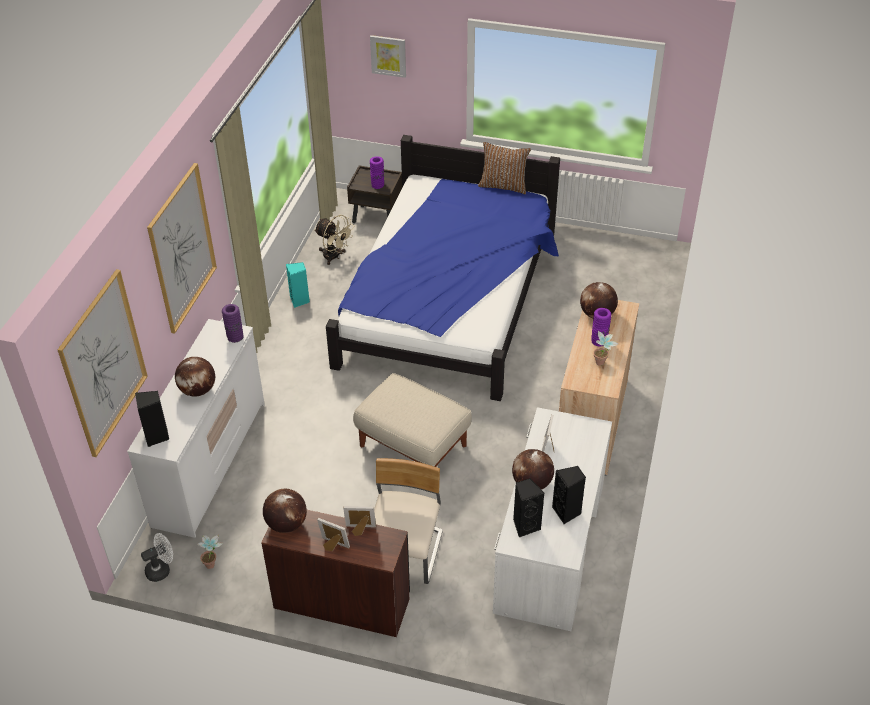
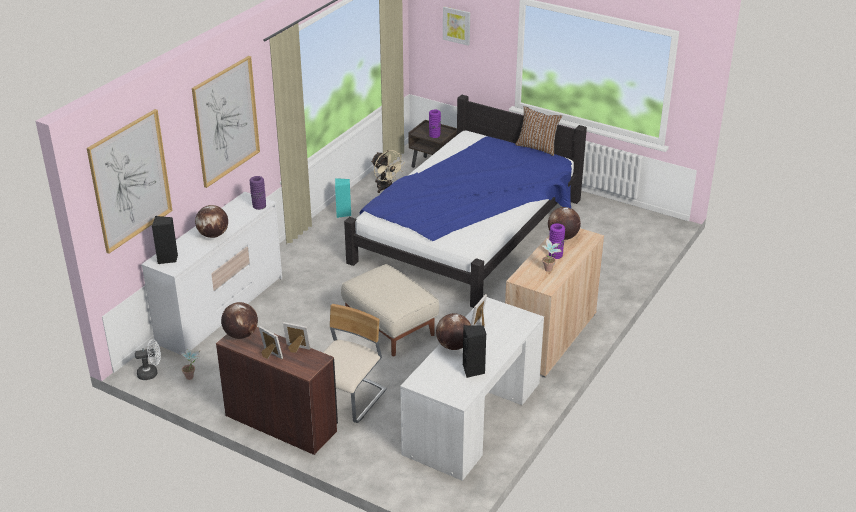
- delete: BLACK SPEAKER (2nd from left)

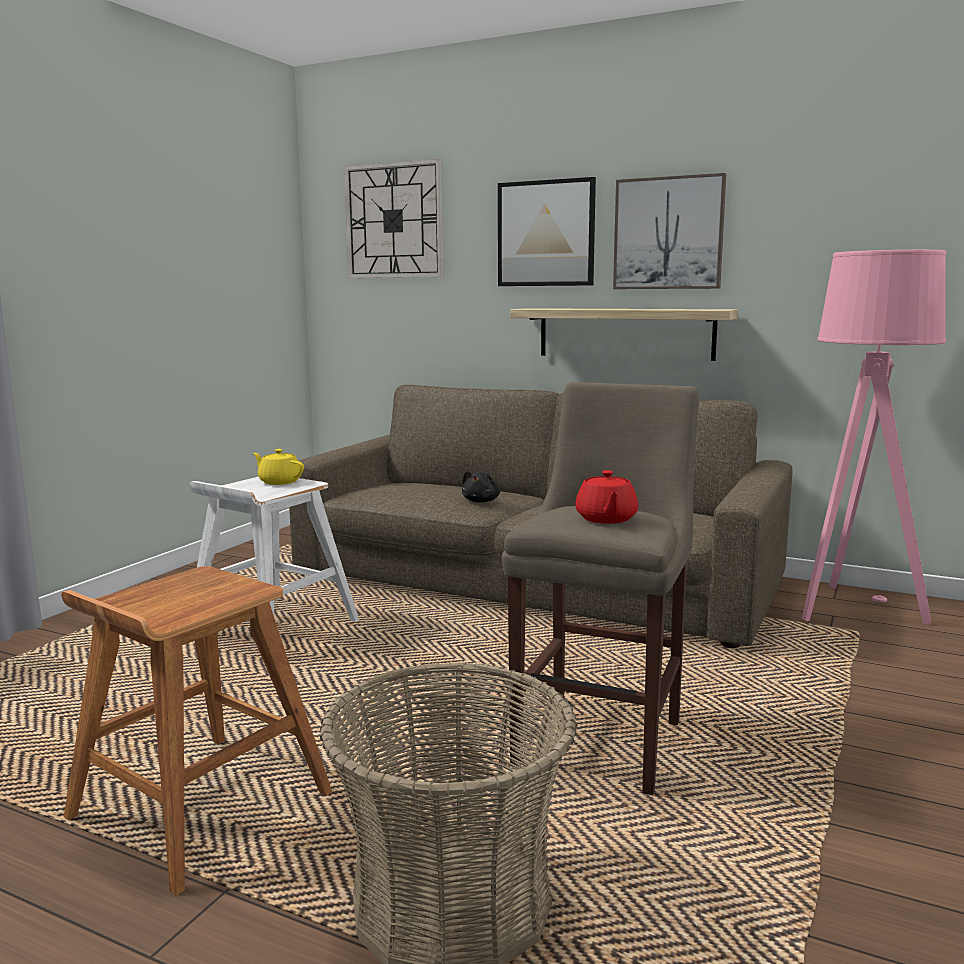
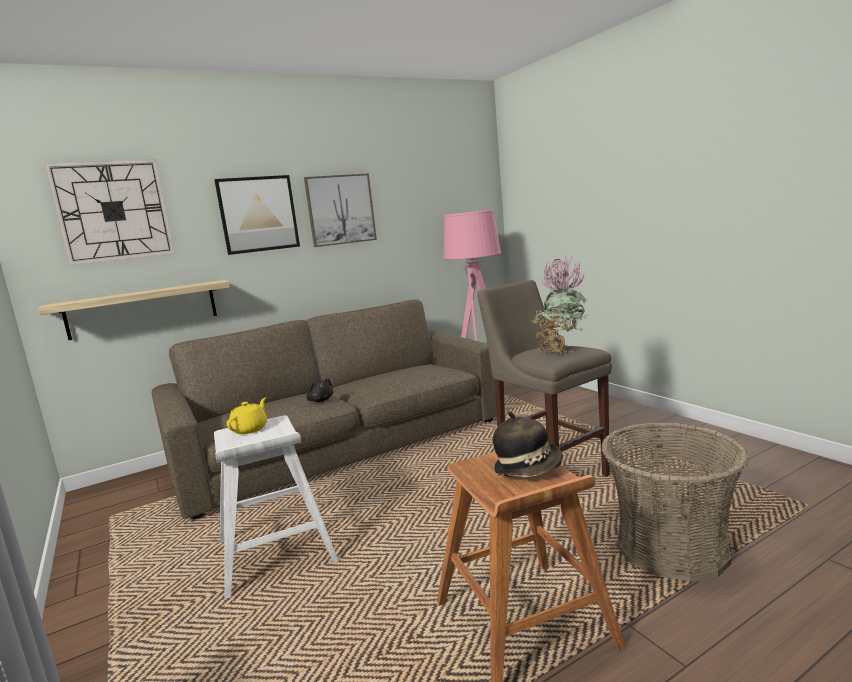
- insert: HAT
- move: SHELF
- replace: RED TEAPOT to POTTED PLANT
- rotate: YELLOW TEAPOT 135 degrees clockwise

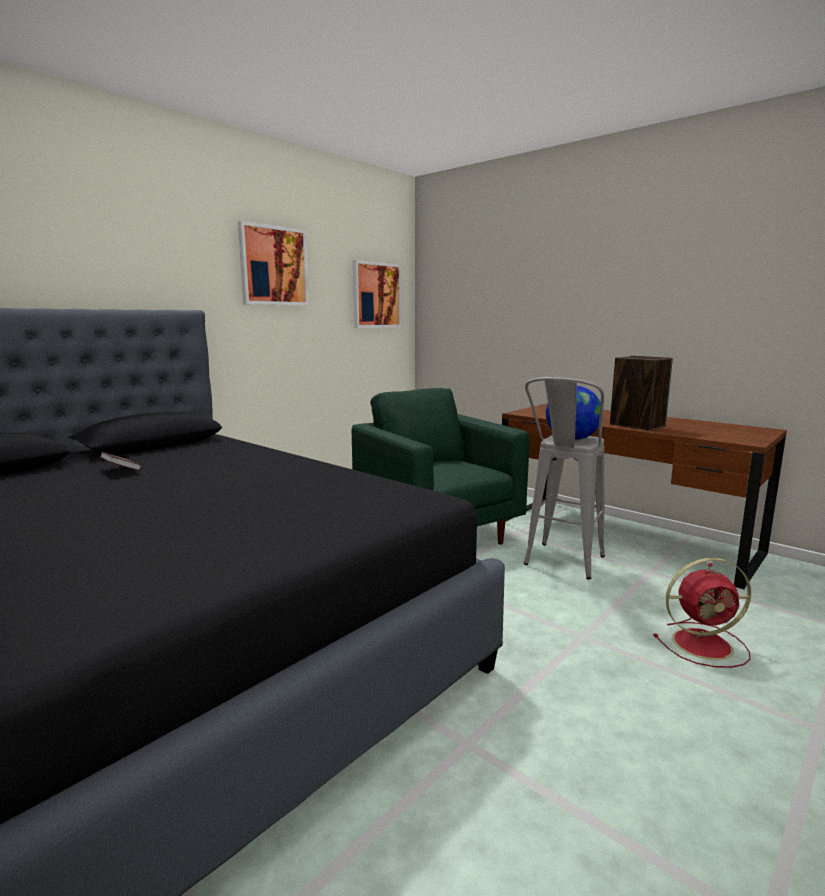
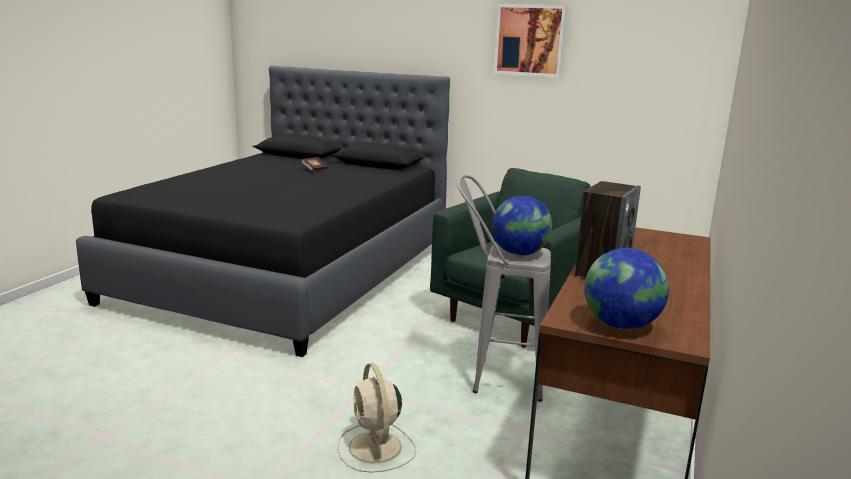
- delete: PICTURE (2nd from left)
- insert: GLOBE (2nd from left)
- recolor: RED FAN to BEIGE FAN

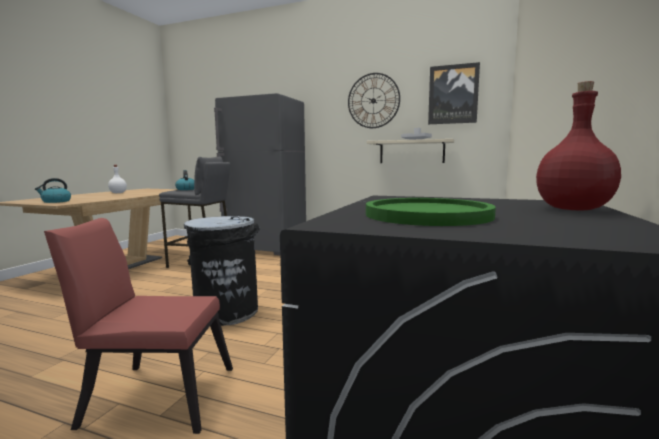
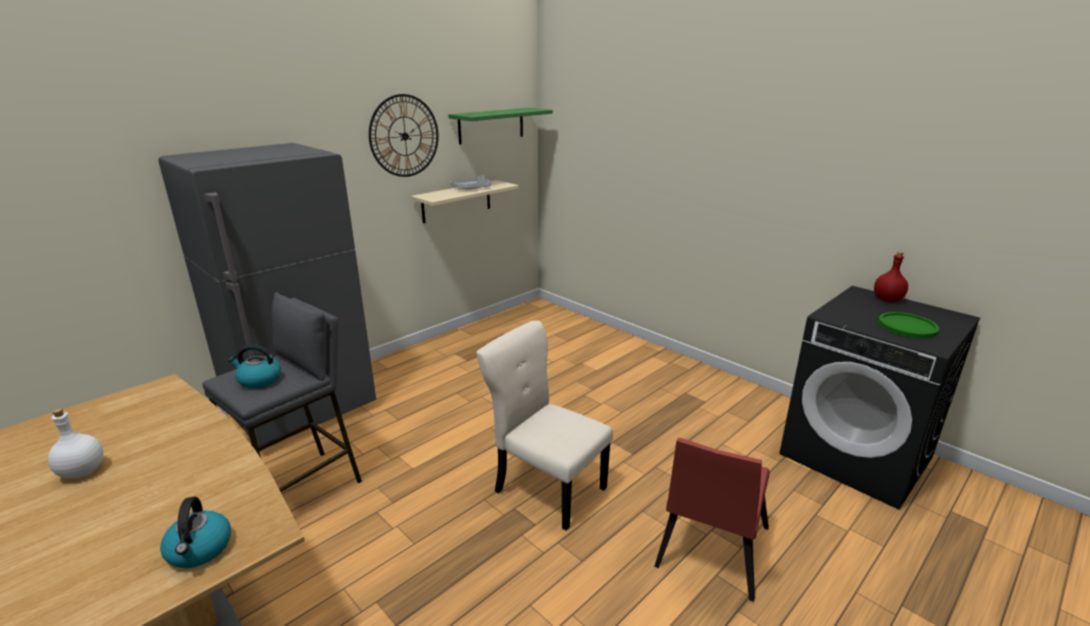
- replace: BLACK TRASH CAN to BEIGE CHAIR
- replace: PICTURE to GREEN SHELF

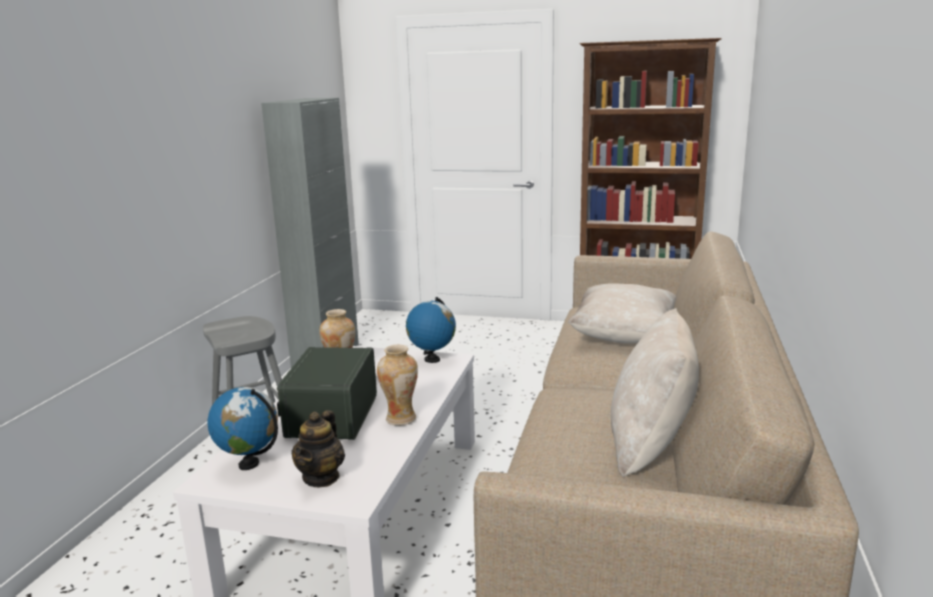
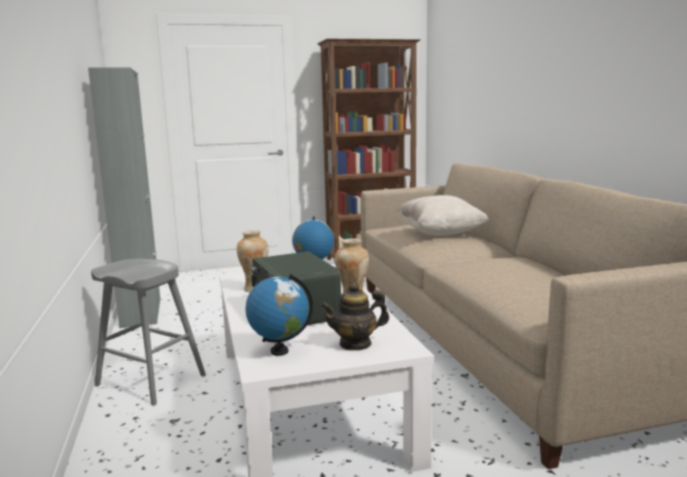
- delete: BEIGE PILLOW (2nd from left)
- rotate: TEAPOT 90 degrees clockwise

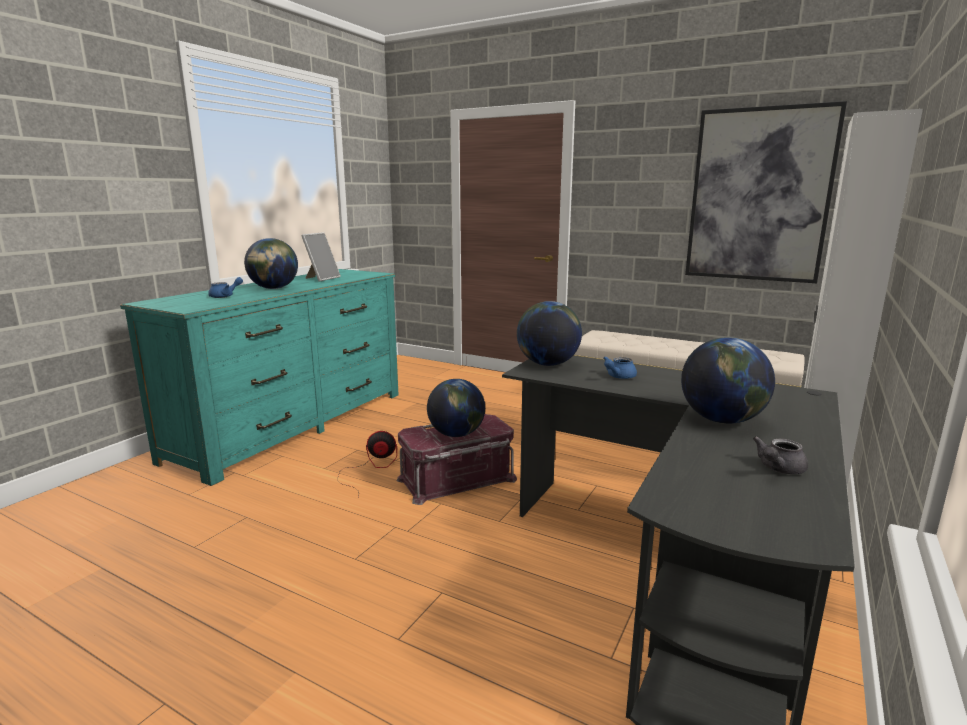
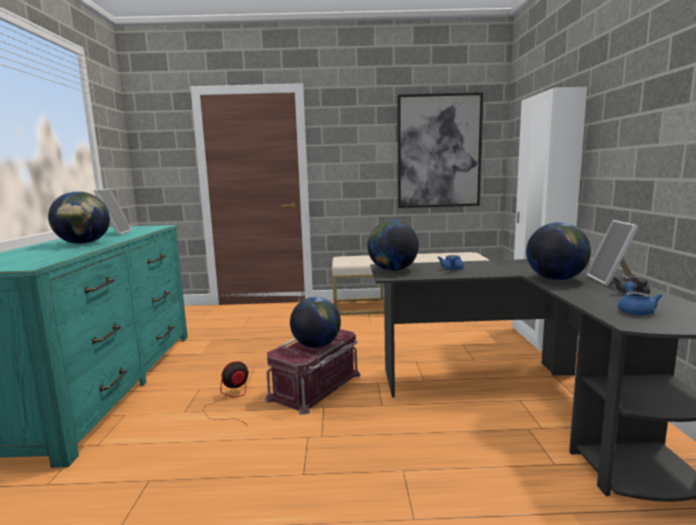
- insert: PICTURE FRAME (2nd from left)
- move: BLUE TEAPOT (1st from left in the first image) to BLUE TEAPOT (2nd from left)

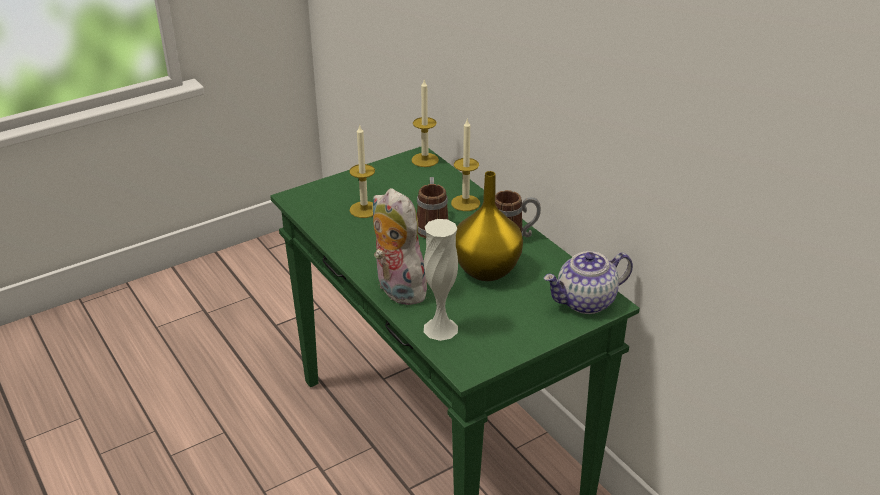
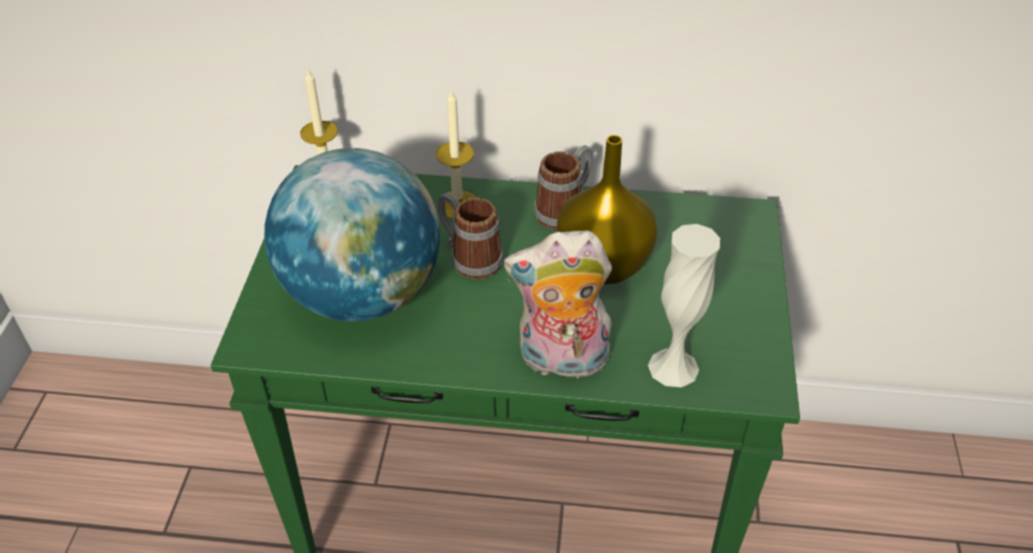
- delete: TEAPOT
- replace: CANDLE (1st from left) to GLOBE

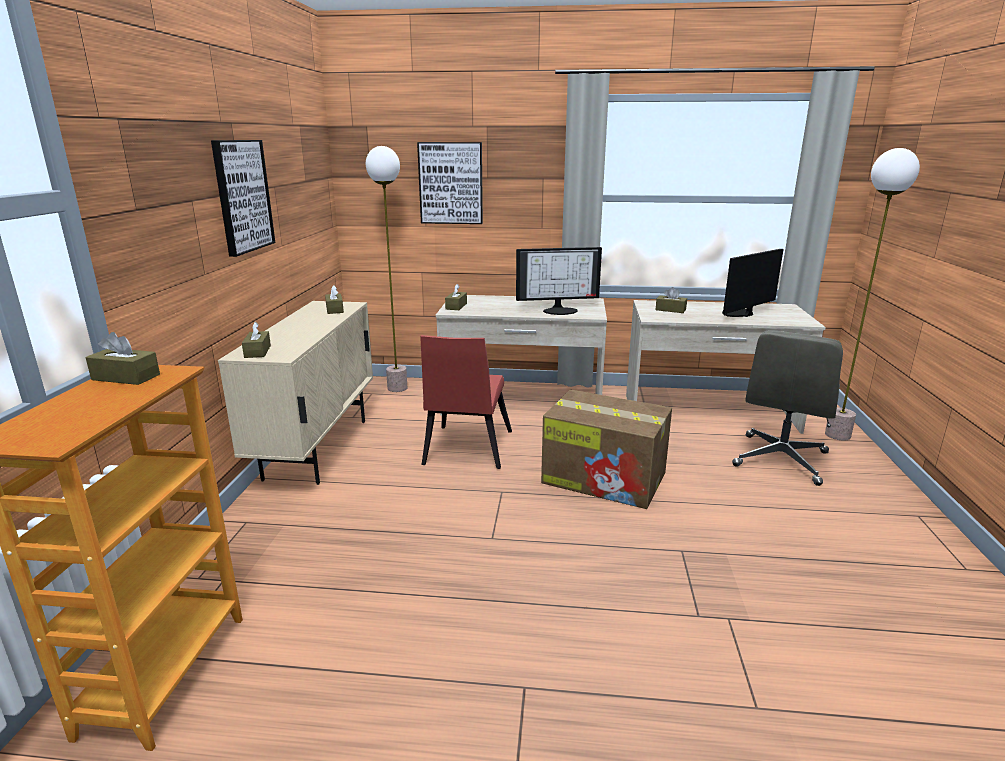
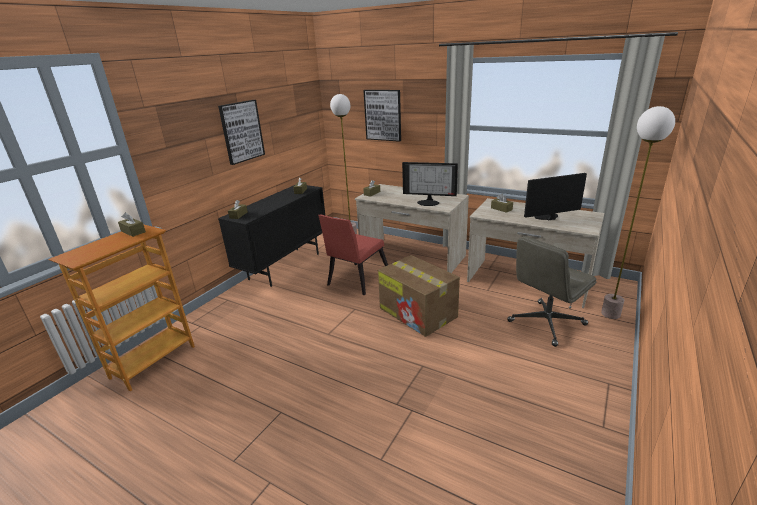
- recolor: BEIGE CABINET to BLACK CABINET

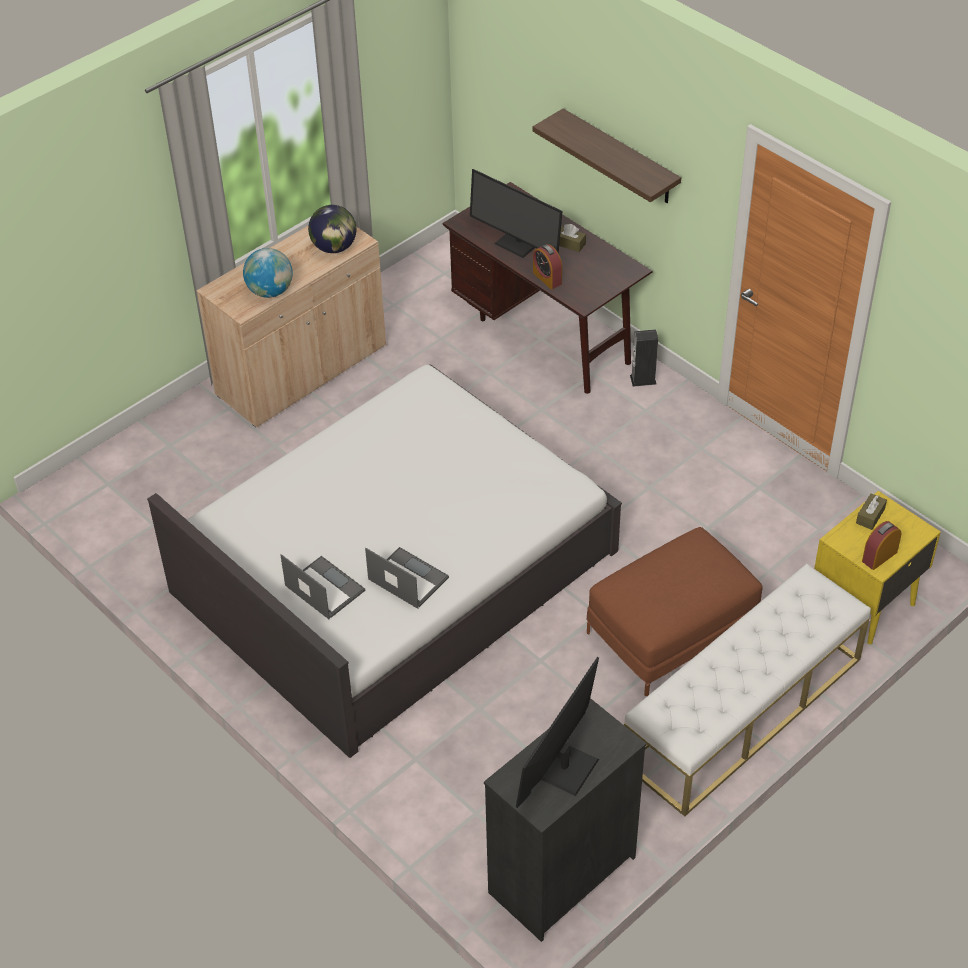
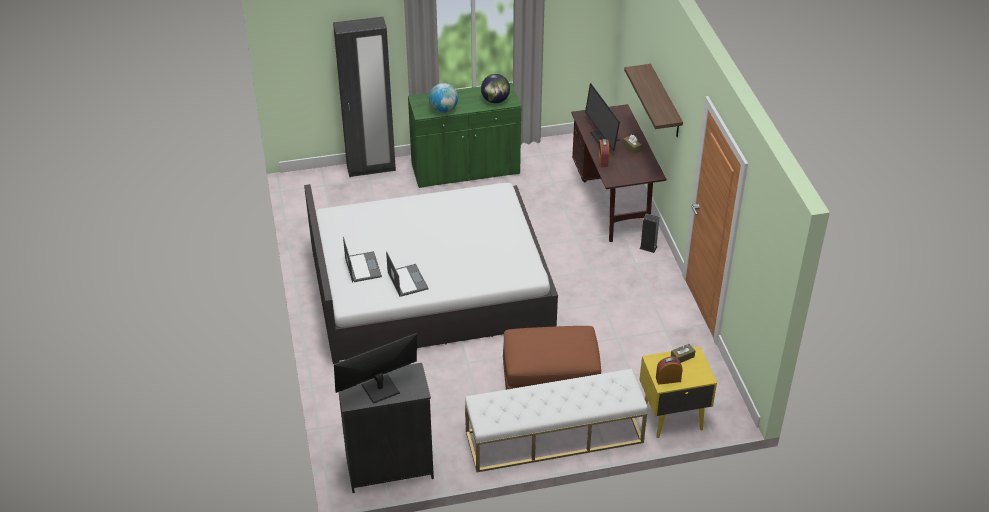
- insert: BLACK WARDROBE
- recolor: BEIGE CABINET to GREEN CABINET

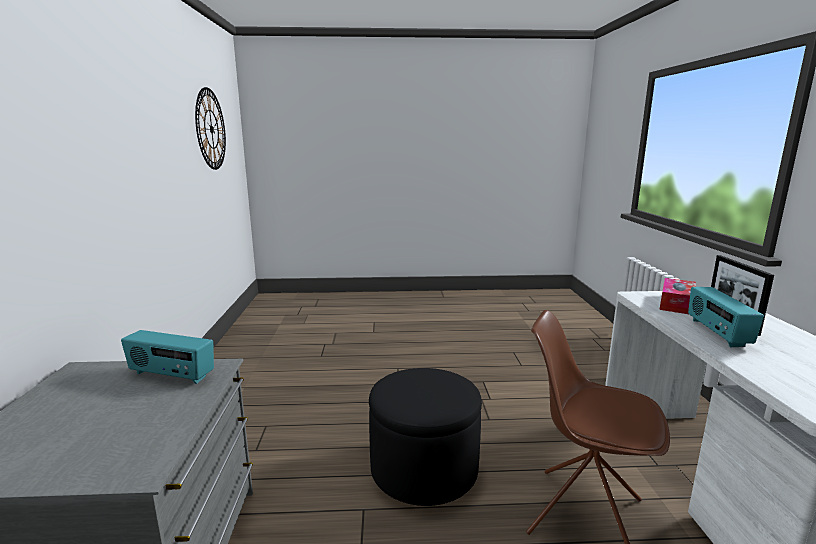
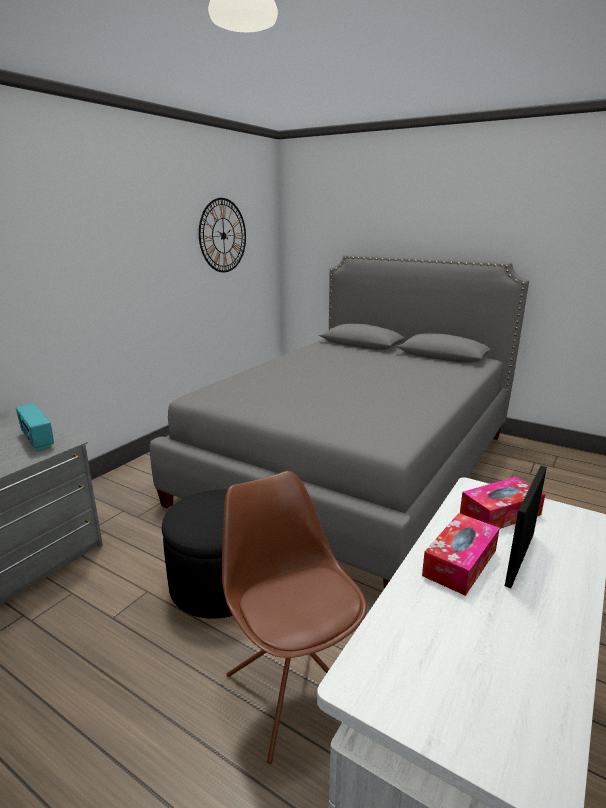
- insert: GREY BED
- replace: RADIO (2nd from left) to TISSUE BOX (1st from left)

